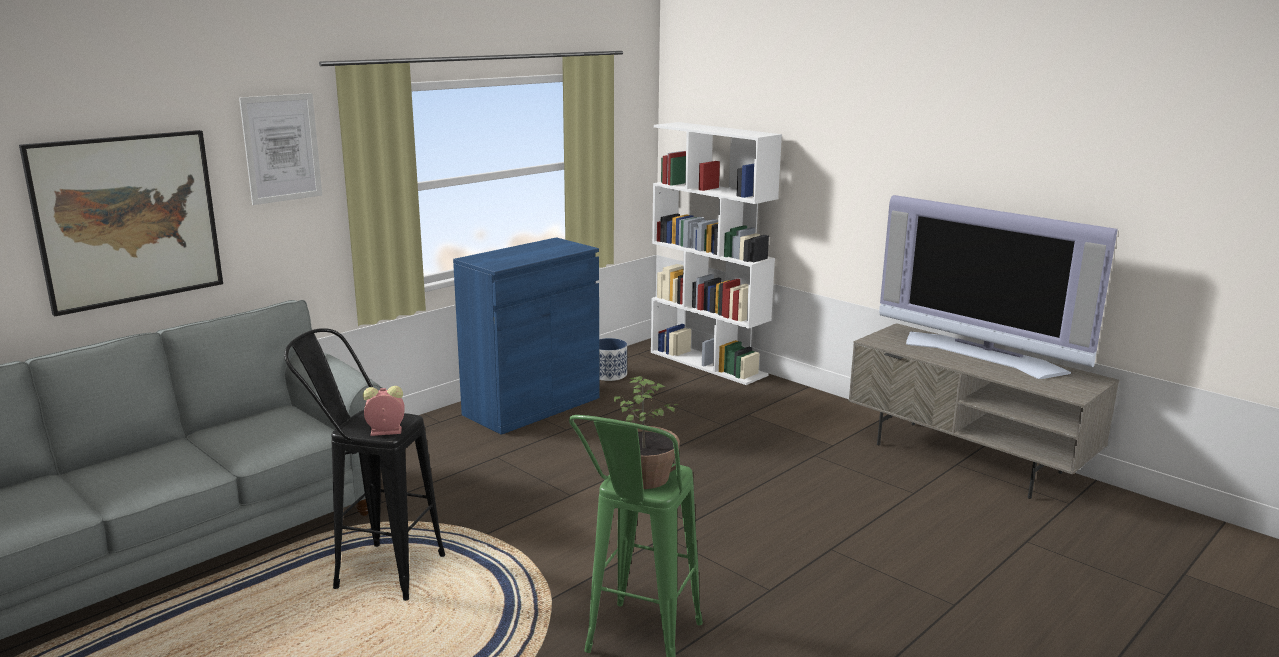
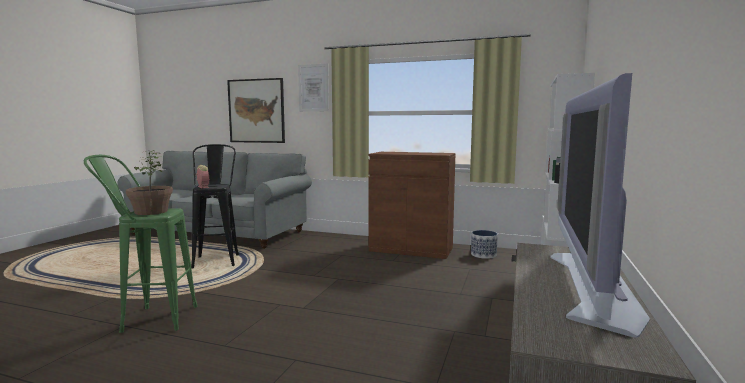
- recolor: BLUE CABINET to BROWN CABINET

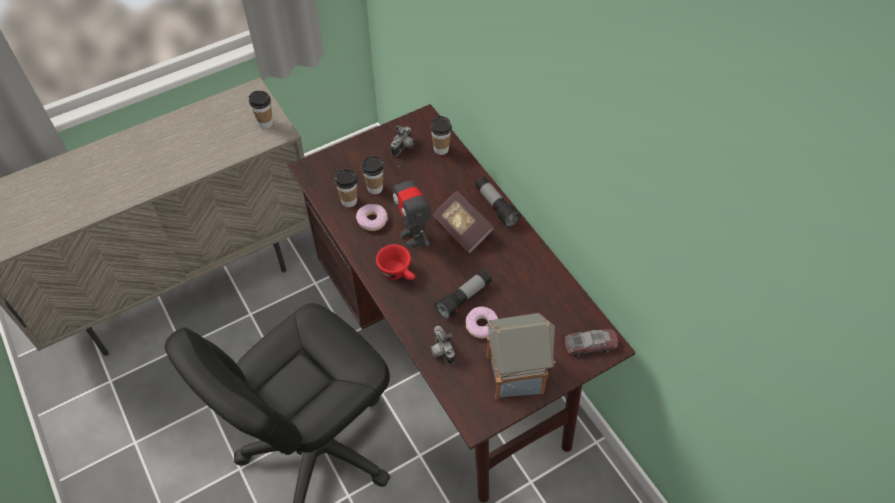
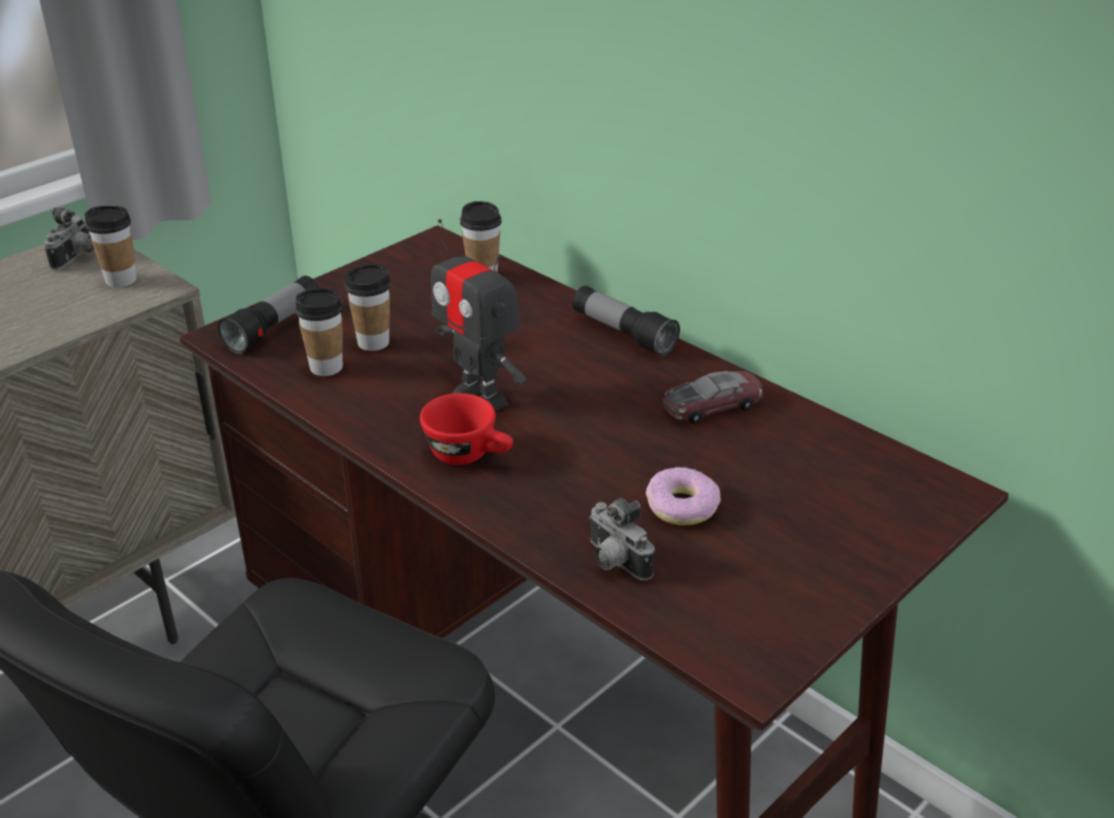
- delete: DONUT (1st from left)
- delete: BOOK
- delete: TOY HOUSE
- move: PHOTO CAMERA (1st from left)
- move: FLASHLIGHT (1st from left)
- move: TOY CAR

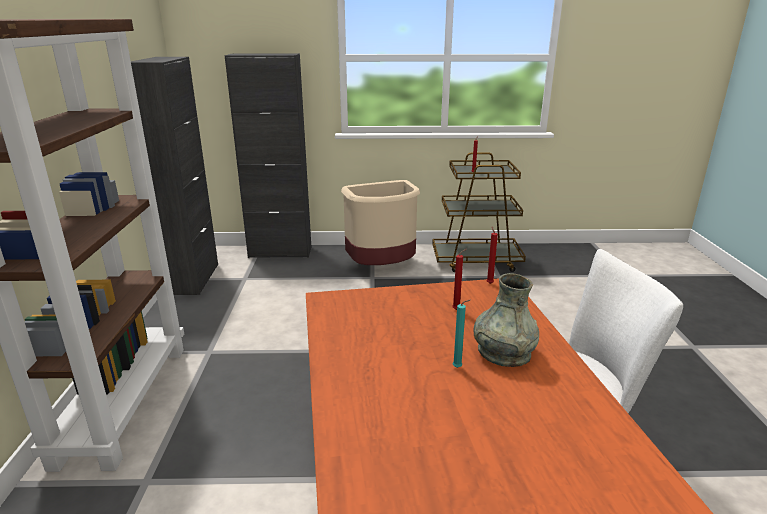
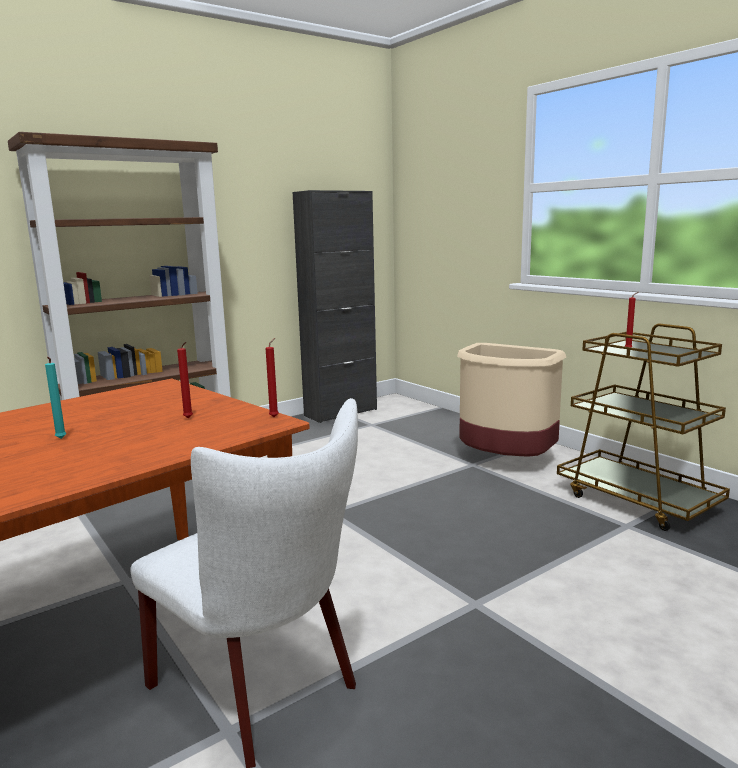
- delete: BLACK CABINET (2nd from left)
- delete: GREY VASE

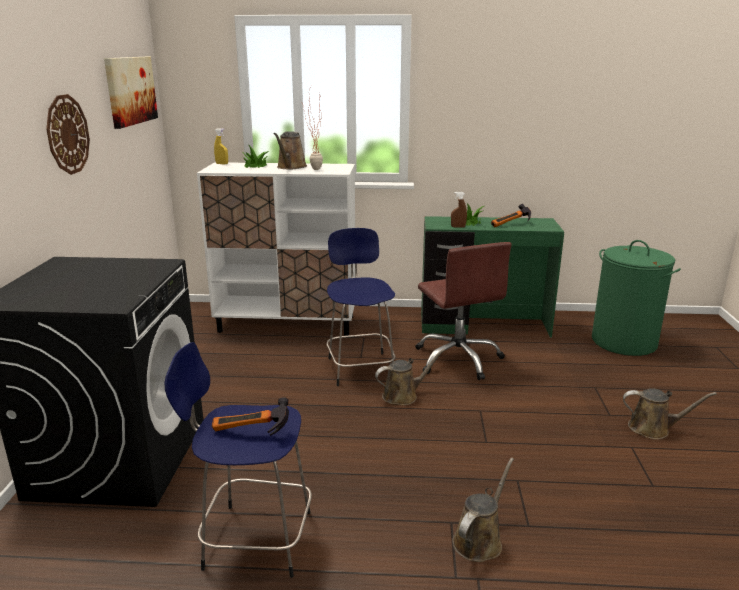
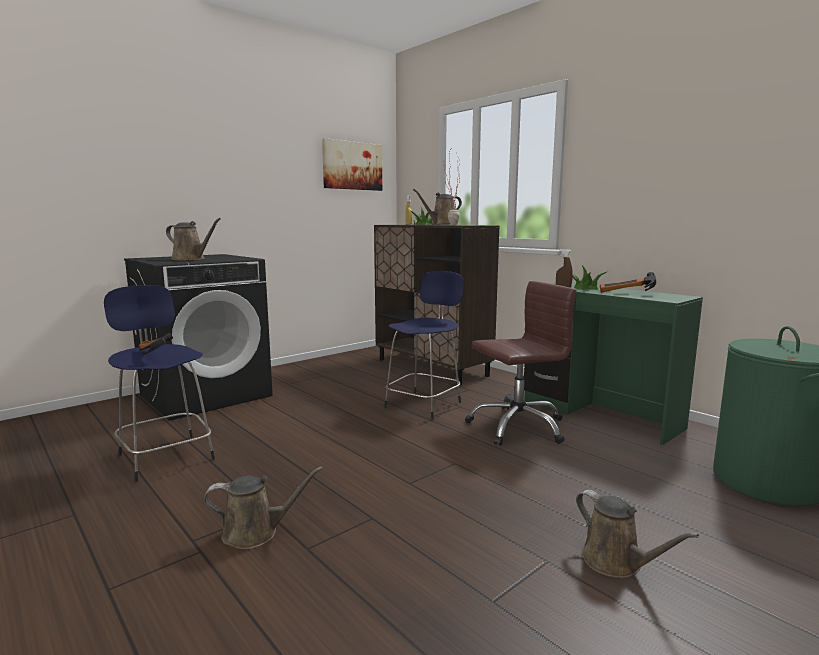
- delete: WALL CLOCK
- move: BROWN WATERING CAN (2nd from left in the first image) to BROWN WATERING CAN (1st from left)
- recolor: WHITE CABINET to BROWN CABINET
- rotate: BROWN OFFICE CHAIR 135 degrees counterclockwise

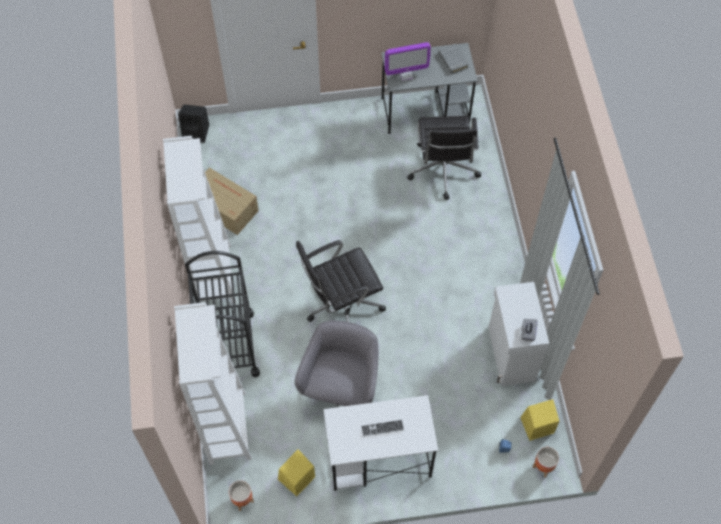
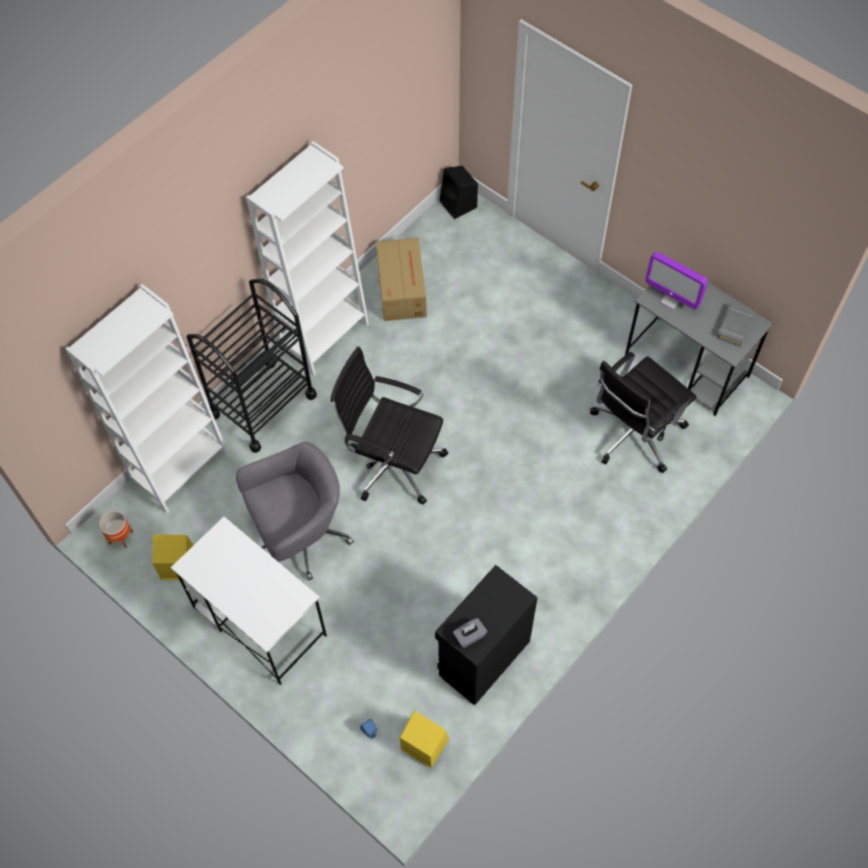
- delete: KEYBOARD
- delete: PLANTER (2nd from left)
- recolor: WHITE CABINET to BLACK CABINET

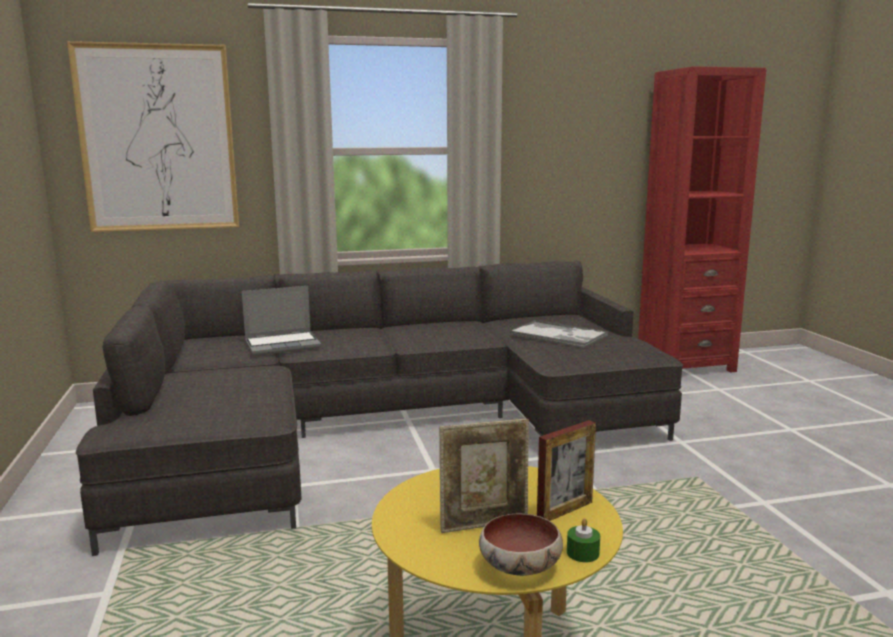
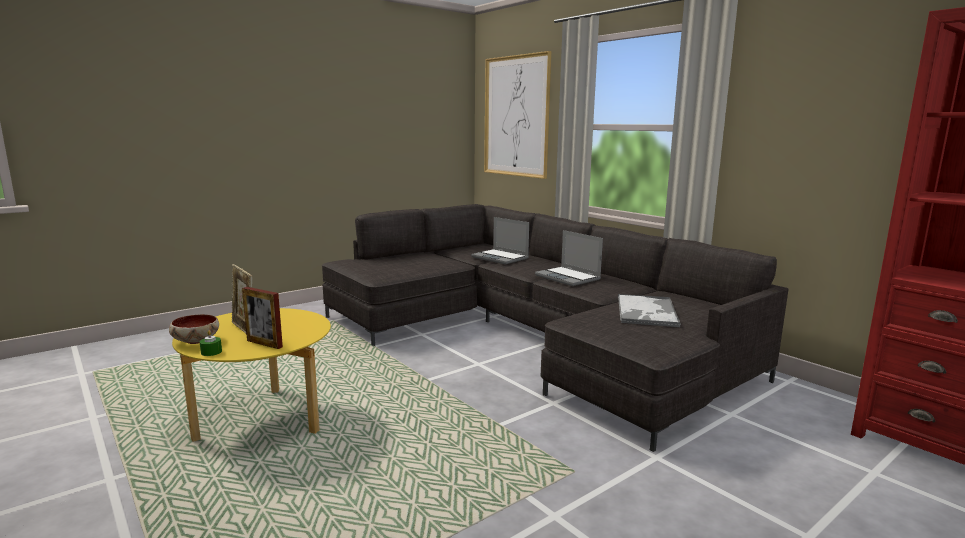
- insert: LAPTOP (2nd from left)

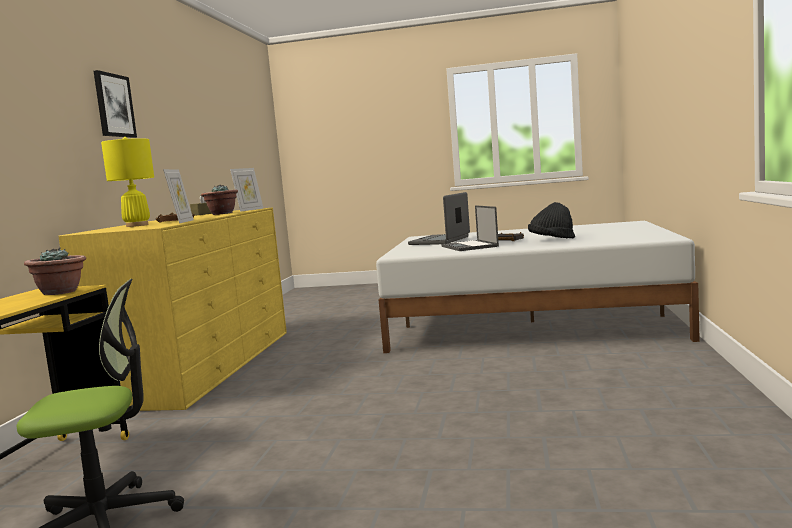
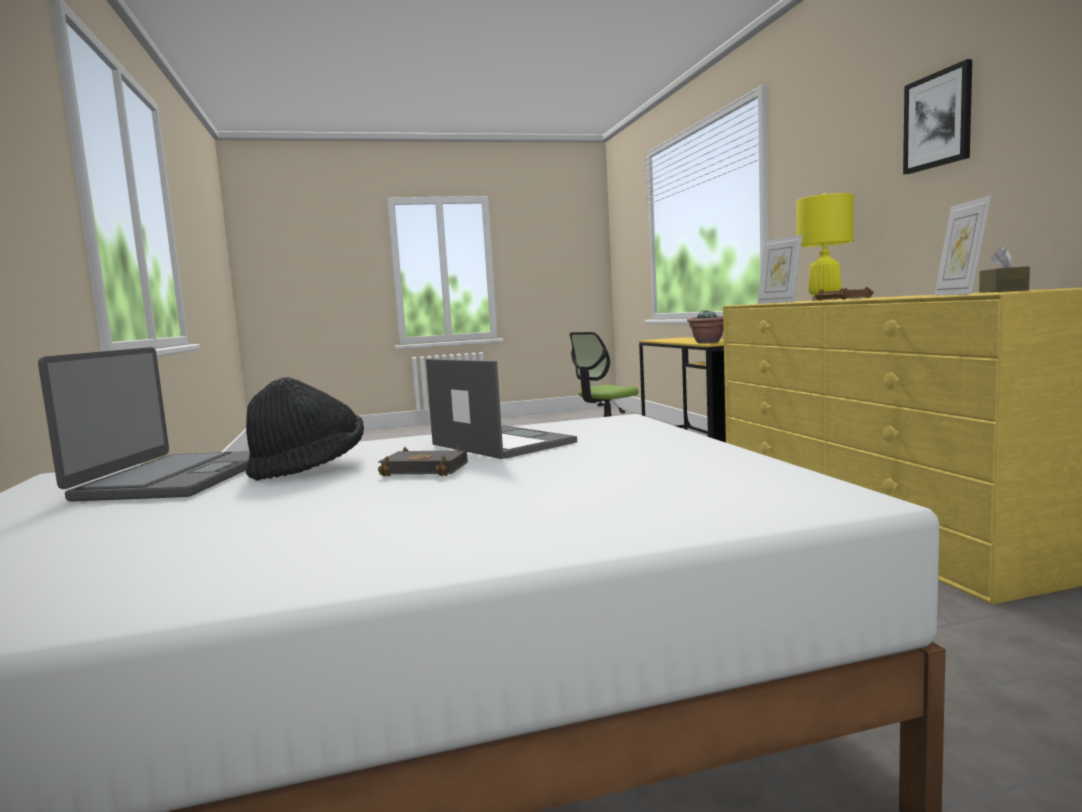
- delete: POTTED PLANT (2nd from left)
- move: LAPTOP (1st from left)

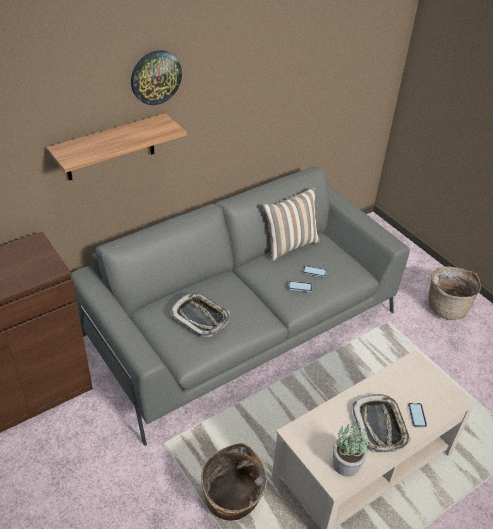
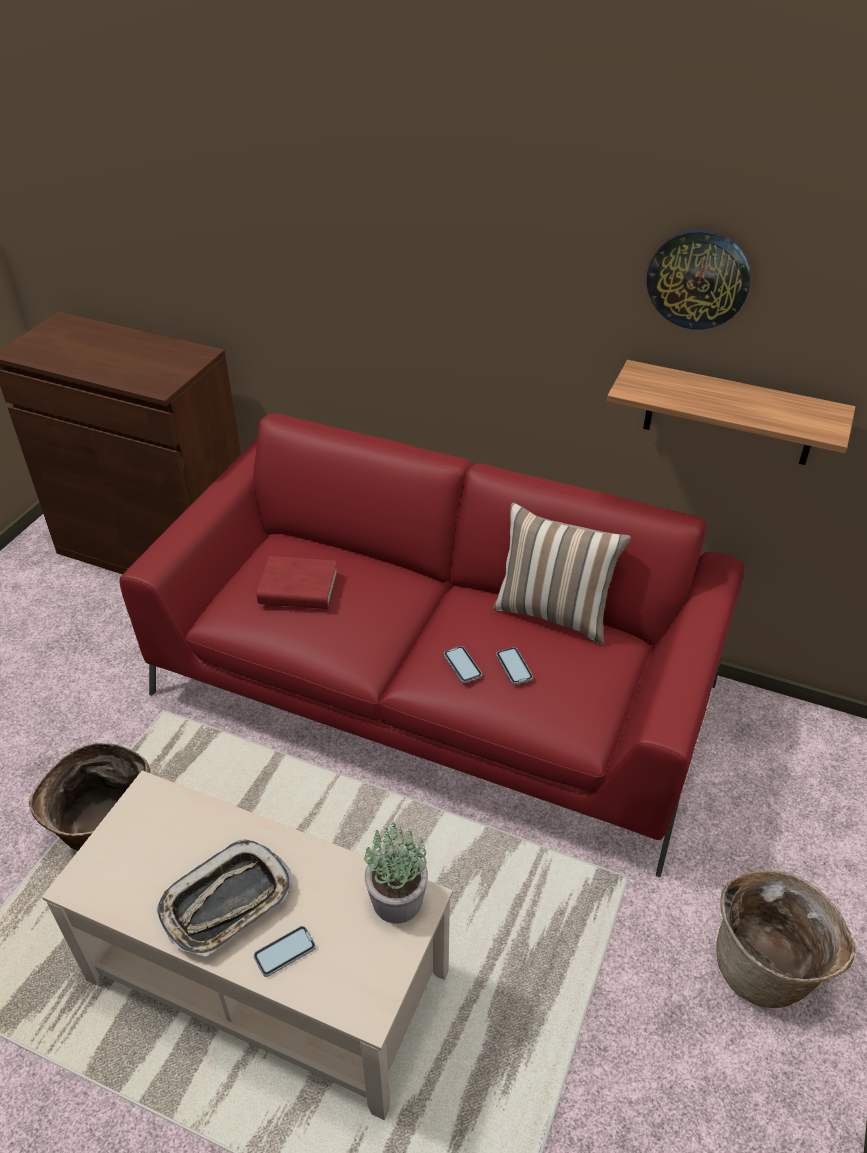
- move: SHELF
- move: WALL CLOCK
- move: POTTED PLANT
- replace: TRAY (1st from left) to RED BOOK
- recolor: GREY SOFA to RED SOFA

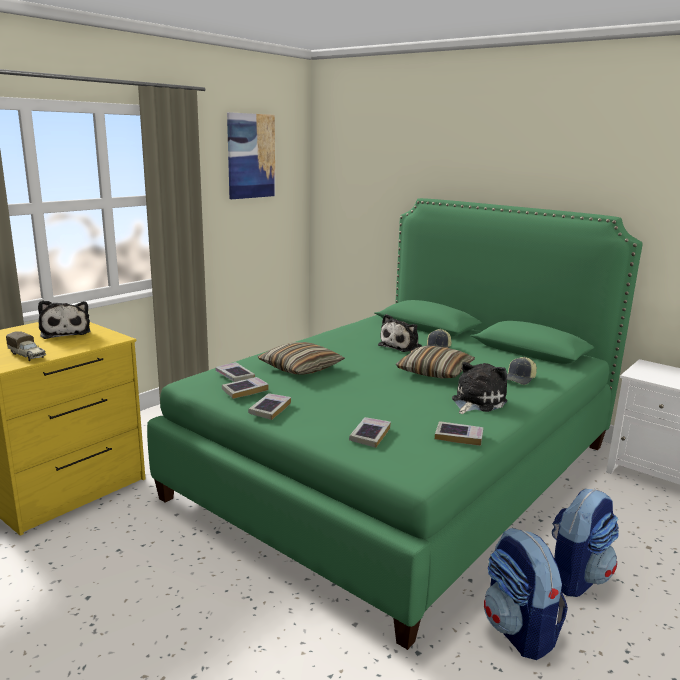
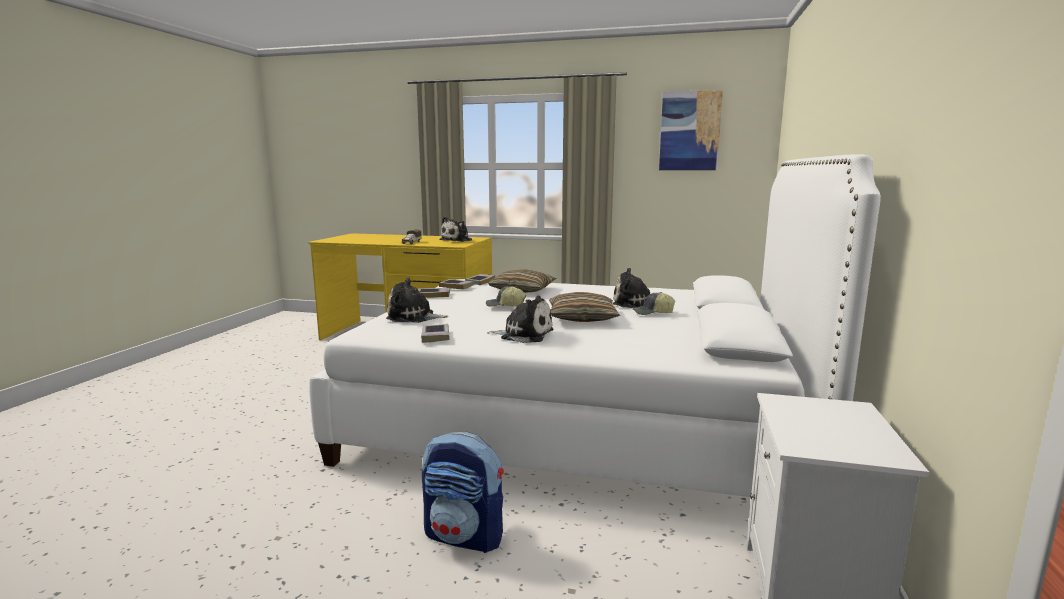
- delete: BACKPACK (1st from left)
- move: CAP (2nd from left in the first image) to CAP (1st from left)
- replace: BOOK (4th from left) to PLUSH TOY (1st from left)
- recolor: GREEN BED to WHITE BED

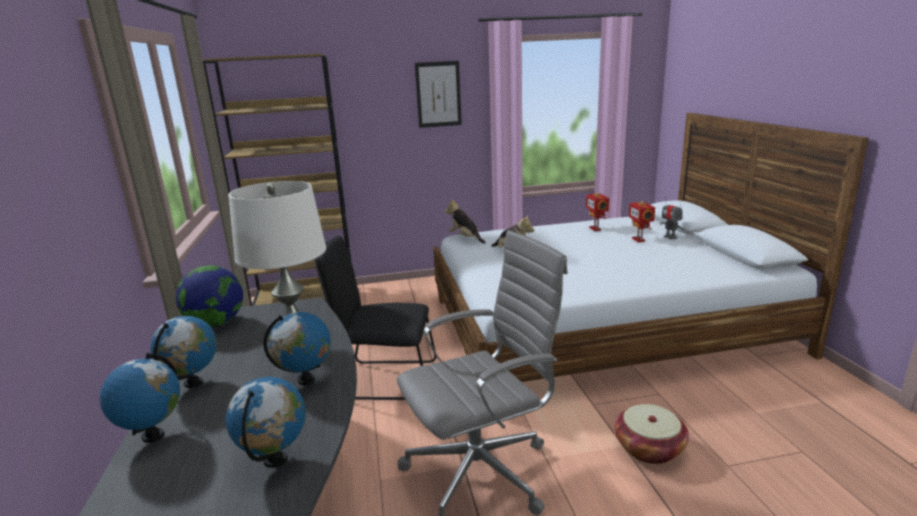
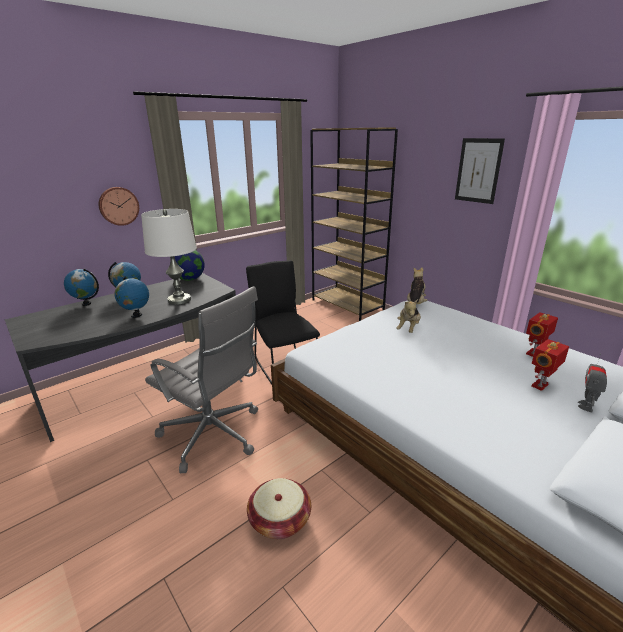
- delete: GLOBE (4th from left)
- insert: WALL CLOCK

